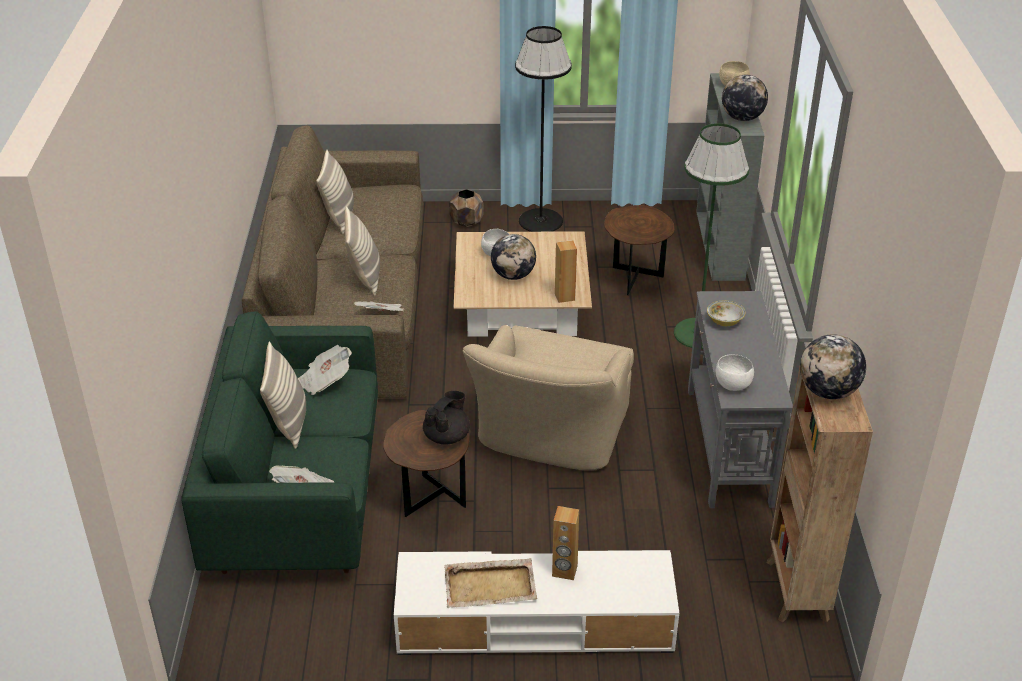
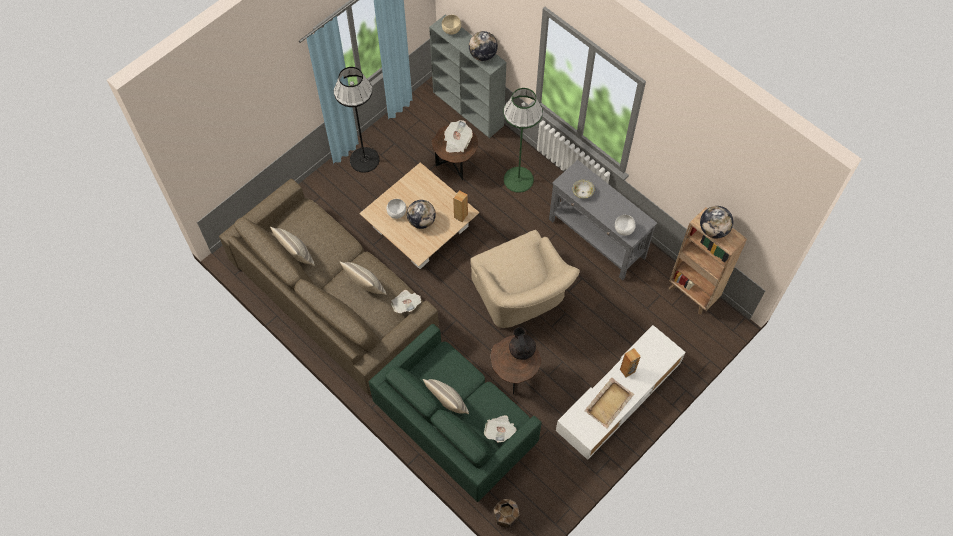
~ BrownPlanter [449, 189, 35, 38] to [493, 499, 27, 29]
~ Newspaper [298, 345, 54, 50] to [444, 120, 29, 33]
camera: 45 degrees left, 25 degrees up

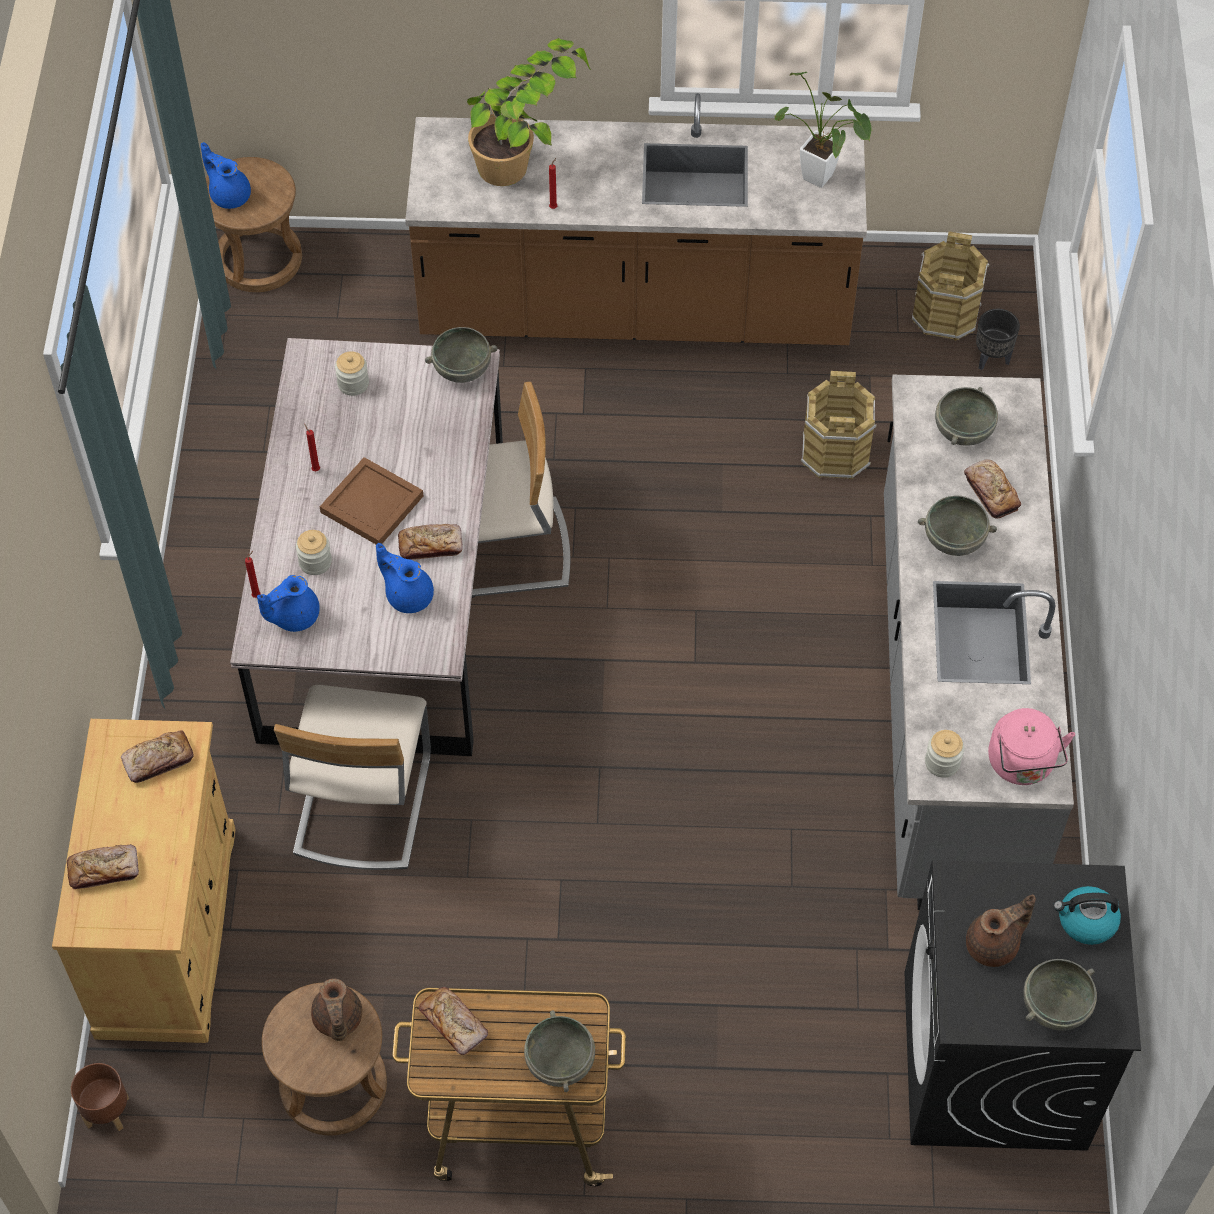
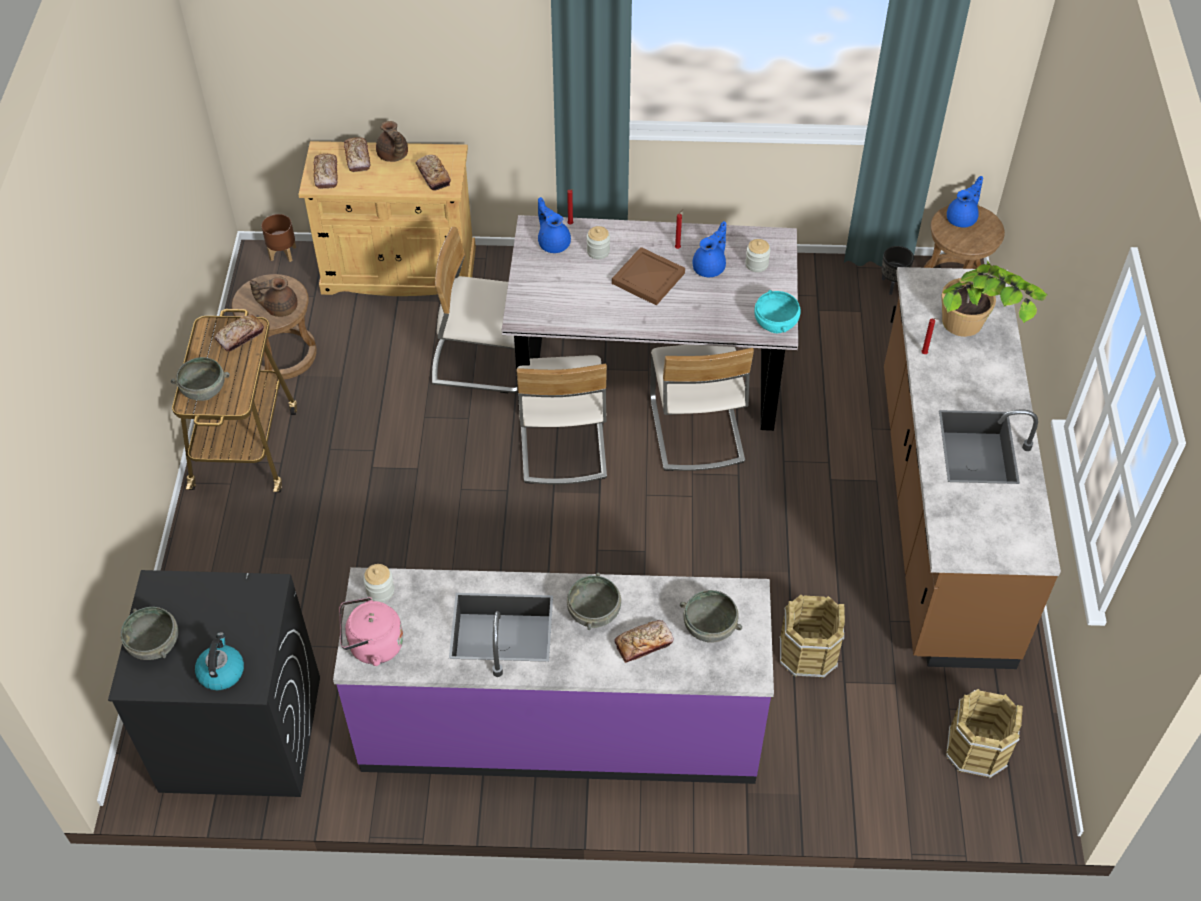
- PottedPlant [775, 72, 97, 116]
~ BlackPlanter [976, 309, 44, 61] to [881, 246, 33, 49]
~ GreyBowl [425, 327, 73, 56] to TurquoiseBowl [754, 290, 47, 43]
~ GreyCounter [884, 375, 190, 535] to PurpleCounter [333, 567, 441, 217]
~ Bread [398, 524, 65, 36] to [314, 154, 24, 35]
~ BlueTeapot [376, 543, 58, 70] to [692, 221, 34, 56]
~ BrownTeapot [966, 895, 70, 72] to [376, 121, 32, 41]
+ BeigeChair [516, 355, 91, 129]
camera: 90 degrees right, 5 degrees down

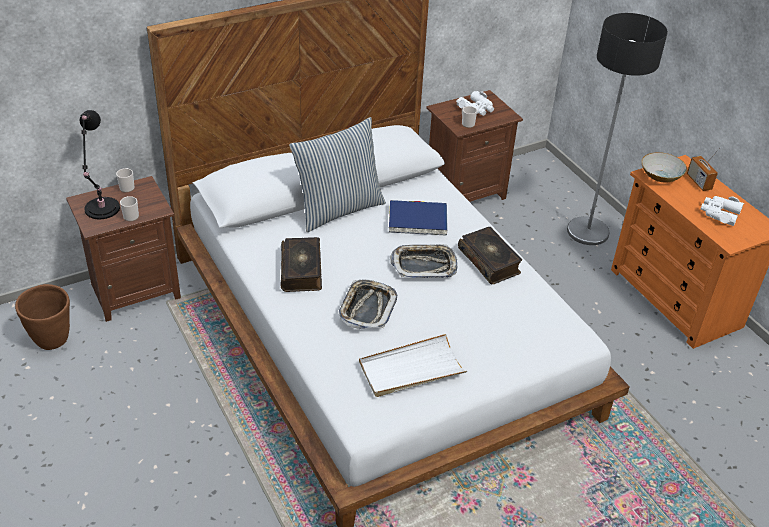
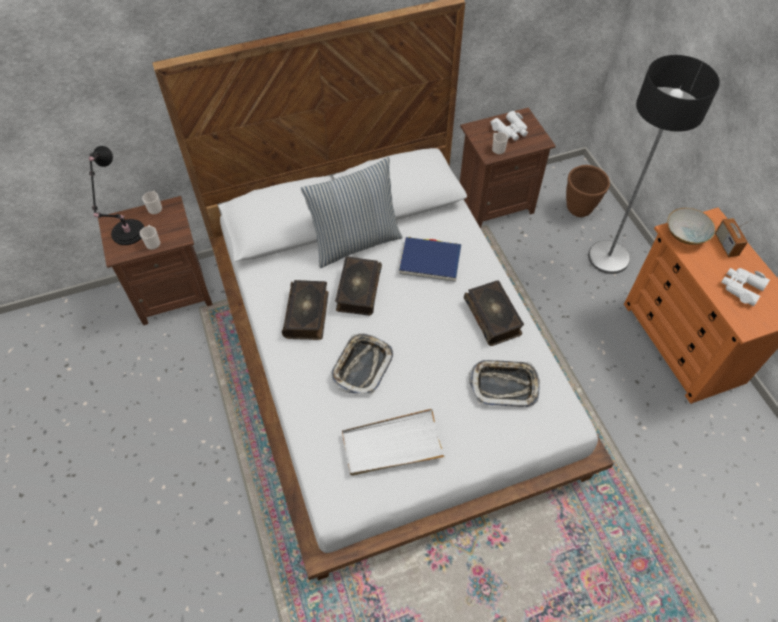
~ Tray [390, 244, 67, 34] to [469, 360, 71, 47]
~ BrownPlanter [15, 284, 55, 66] to [566, 165, 44, 52]
+ Book [335, 256, 47, 60]
camera: 10 degrees right, 15 degrees up

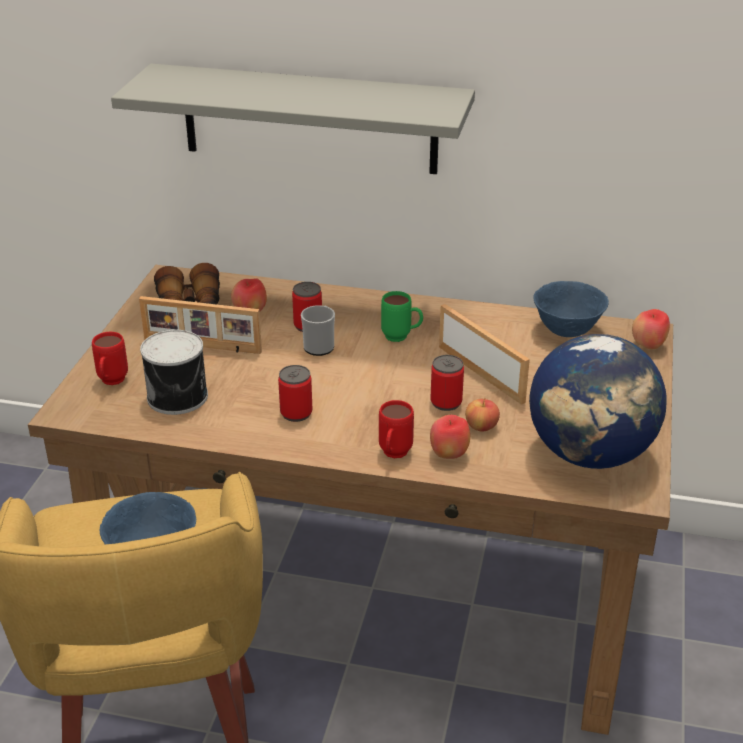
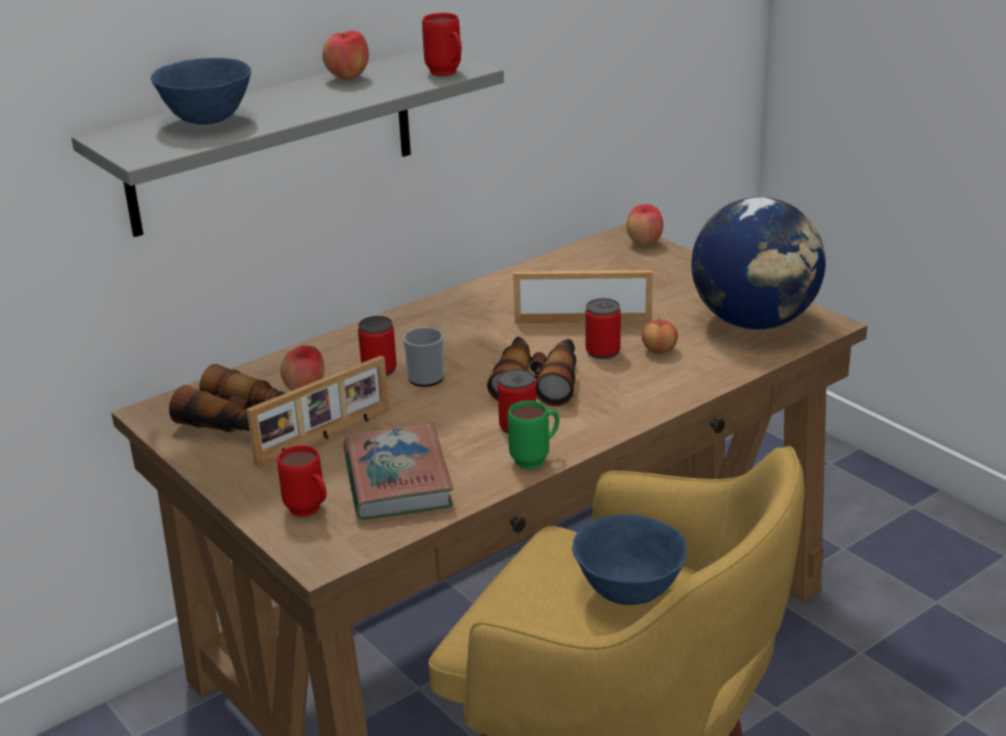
~ BlueBowl [534, 281, 75, 56] to [151, 58, 100, 67]
~ GreenMug [381, 291, 42, 51] to [508, 400, 51, 69]
~ Can [140, 330, 68, 85] to Book [343, 424, 110, 96]
~ RedMug [379, 400, 35, 58] to [422, 13, 40, 63]
~ Apple [430, 415, 40, 44] to [322, 30, 47, 50]
+ Binoculars [487, 337, 89, 70]
camera: 50 degrees left, 5 degrees down

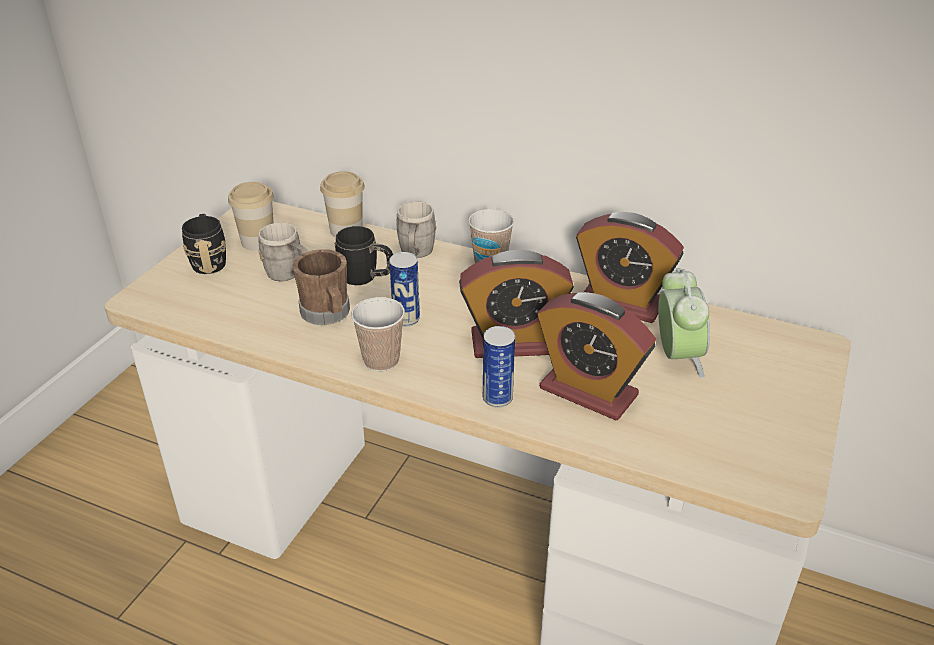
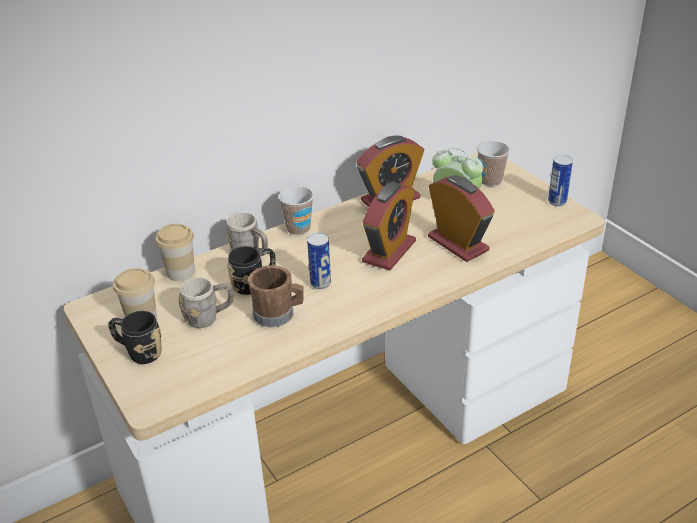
~ AlarmClock [537, 292, 119, 129] = [428, 175, 67, 87] 105 degrees counterclockwise
~ Cup [351, 297, 54, 74] to [477, 141, 33, 46]
~ Can [483, 326, 32, 82] to [548, 155, 25, 51]
camera: 55 degrees left, 0 degrees up

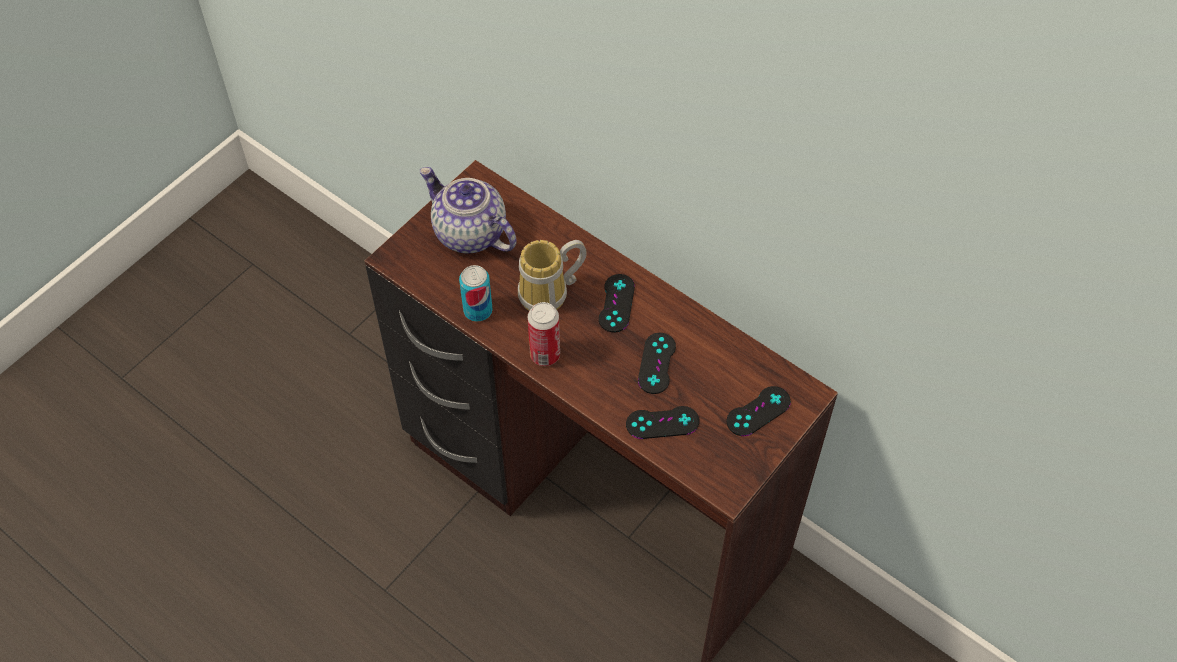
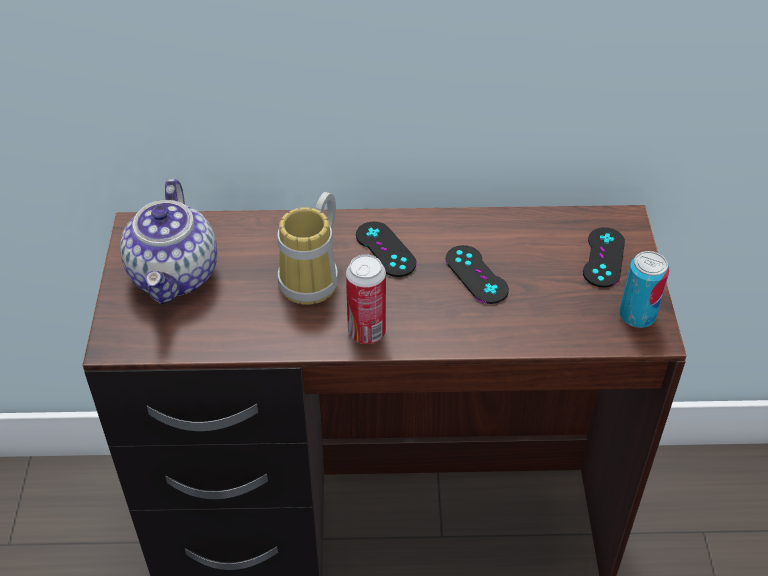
~ Teapot [420, 167, 97, 87] = [120, 179, 97, 125] 90 degrees counterclockwise
~ Can [459, 265, 34, 57] to [619, 251, 50, 77]
- BlackGameController [626, 406, 73, 33]
camera: 40 degrees left, 10 degrees down

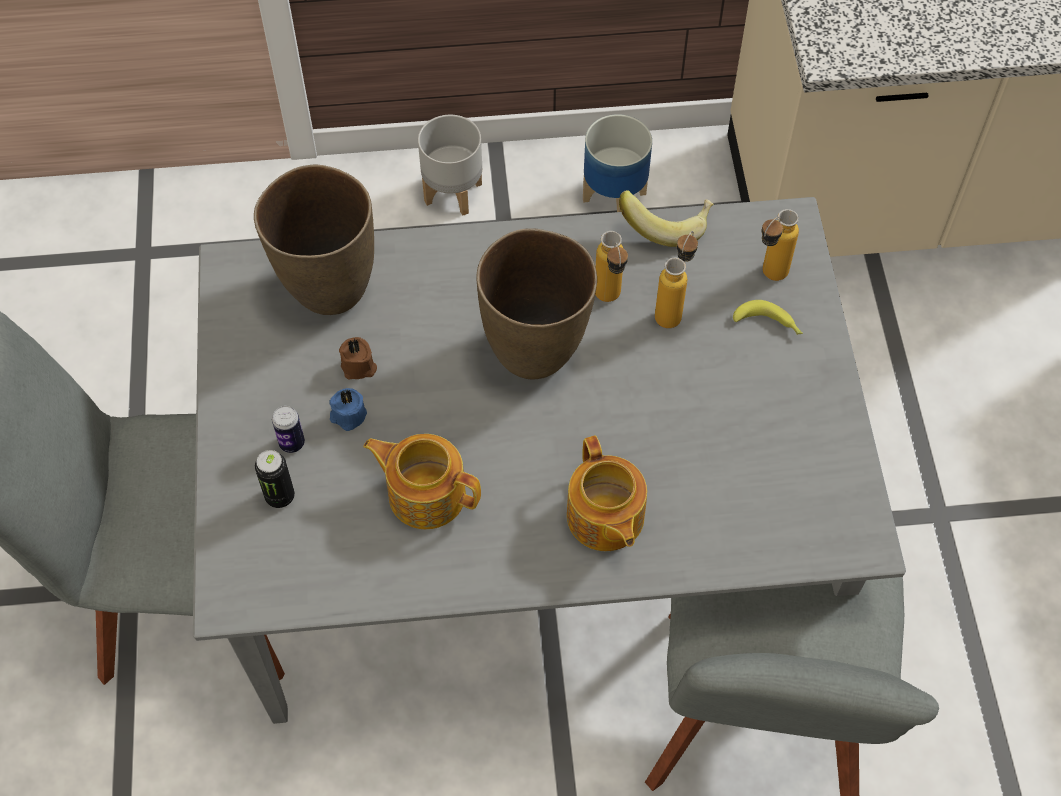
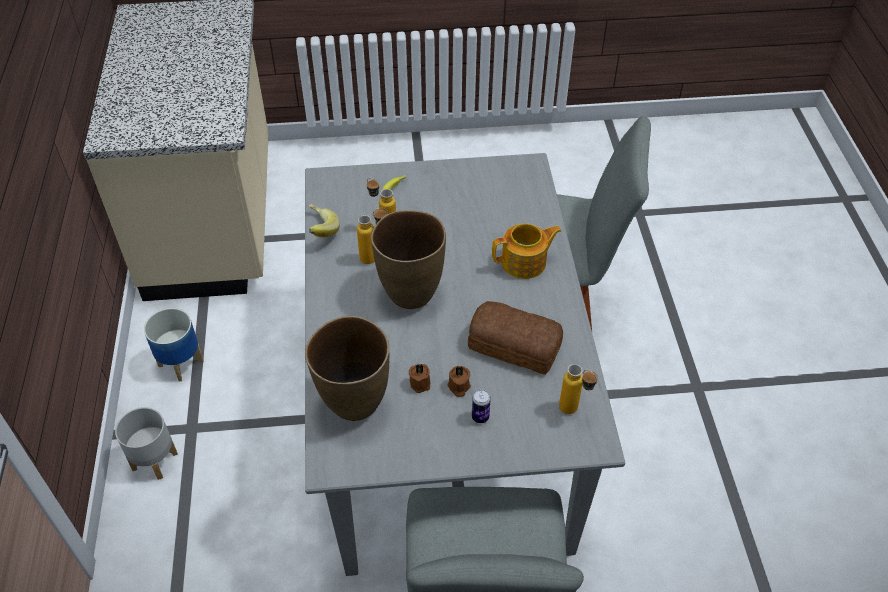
~ Bottle [761, 209, 38, 72] to [559, 364, 39, 50]
~ BlueCandle [329, 388, 38, 43] to BrownCandle [447, 366, 24, 31]
~ Teapot [363, 434, 118, 95] to Bread [468, 301, 95, 74]
- Can [255, 450, 40, 58]
camera: 90 degrees left, 10 degrees down

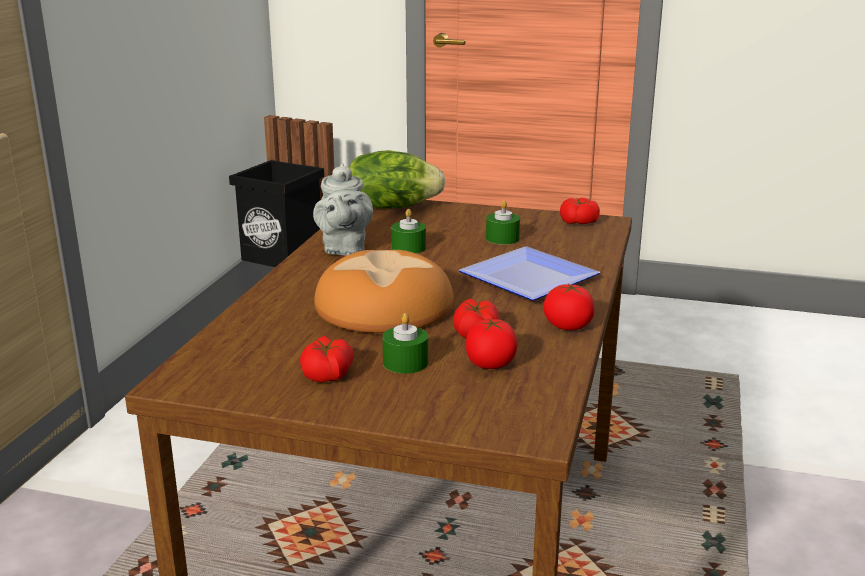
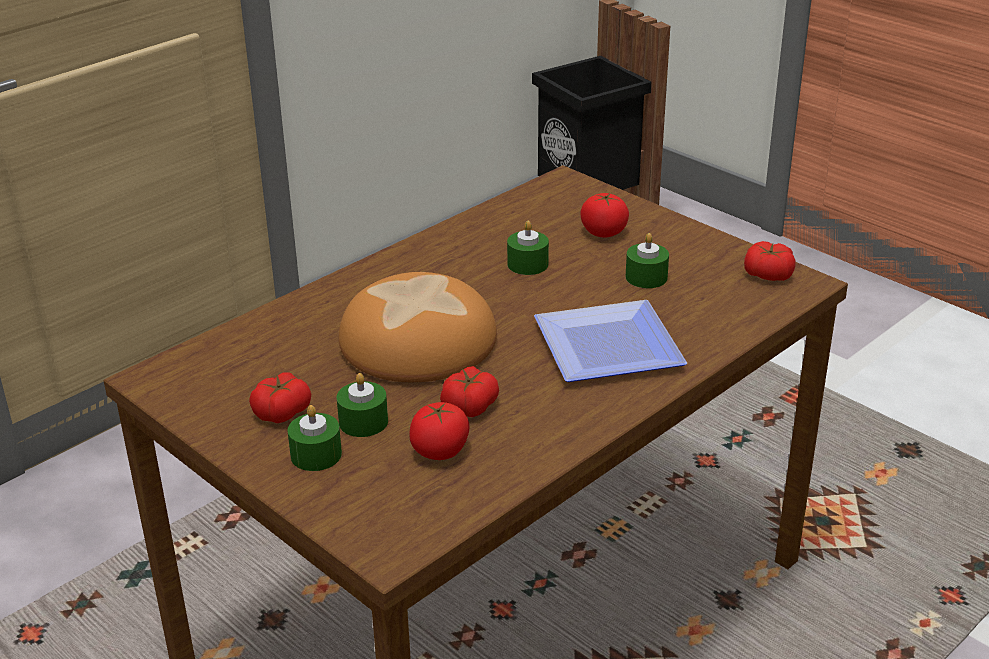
- Lettuce [349, 150, 97, 59]
- GreyTeapot [313, 163, 60, 93]
~ Tomato [543, 284, 52, 46] to [581, 193, 48, 45]
+ GreenCandle [288, 405, 54, 66]
camera: 30 degrees right, 10 degrees up

